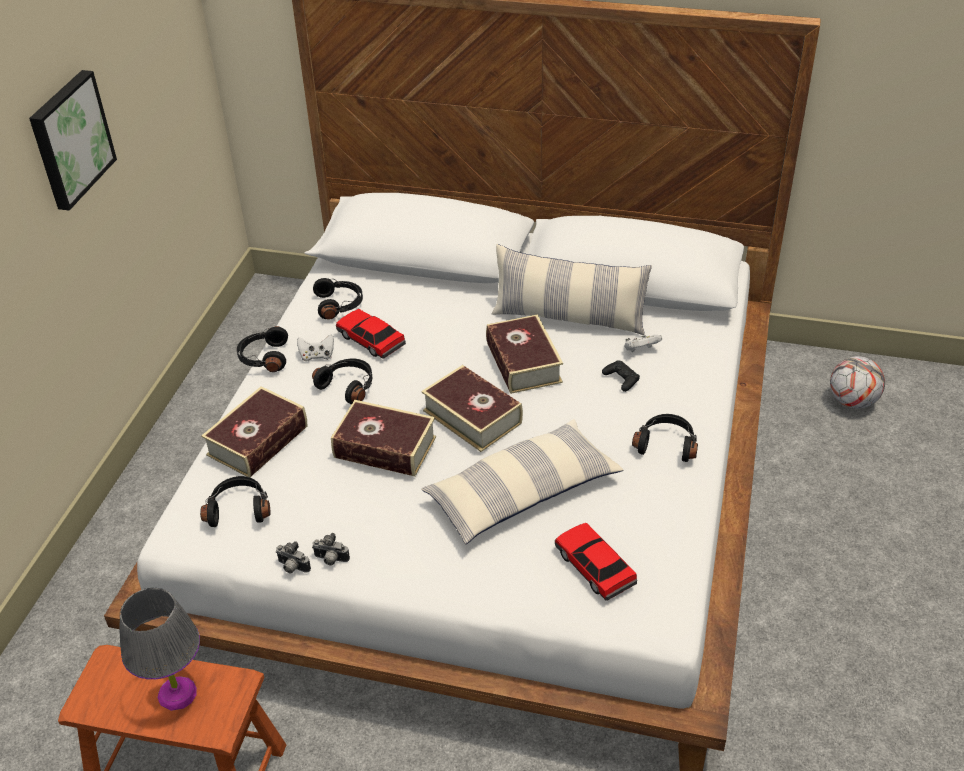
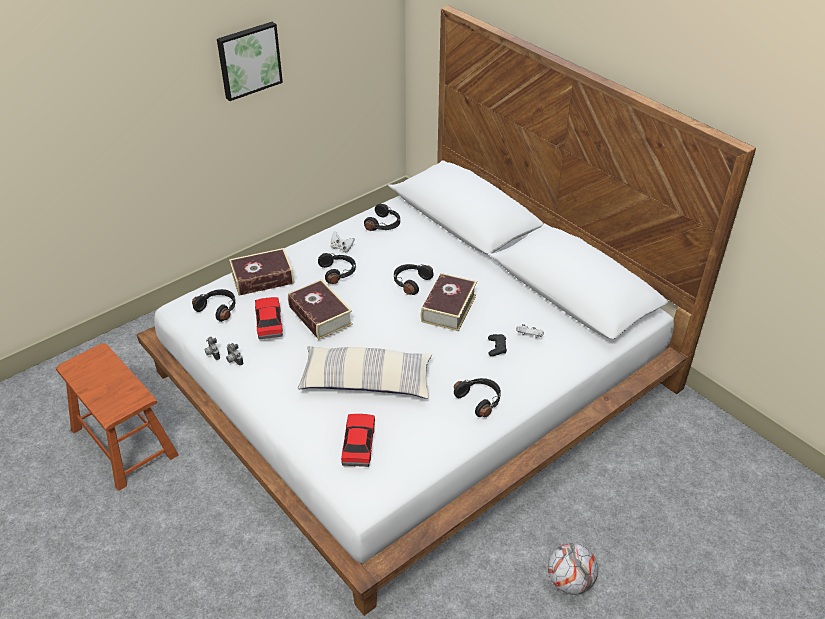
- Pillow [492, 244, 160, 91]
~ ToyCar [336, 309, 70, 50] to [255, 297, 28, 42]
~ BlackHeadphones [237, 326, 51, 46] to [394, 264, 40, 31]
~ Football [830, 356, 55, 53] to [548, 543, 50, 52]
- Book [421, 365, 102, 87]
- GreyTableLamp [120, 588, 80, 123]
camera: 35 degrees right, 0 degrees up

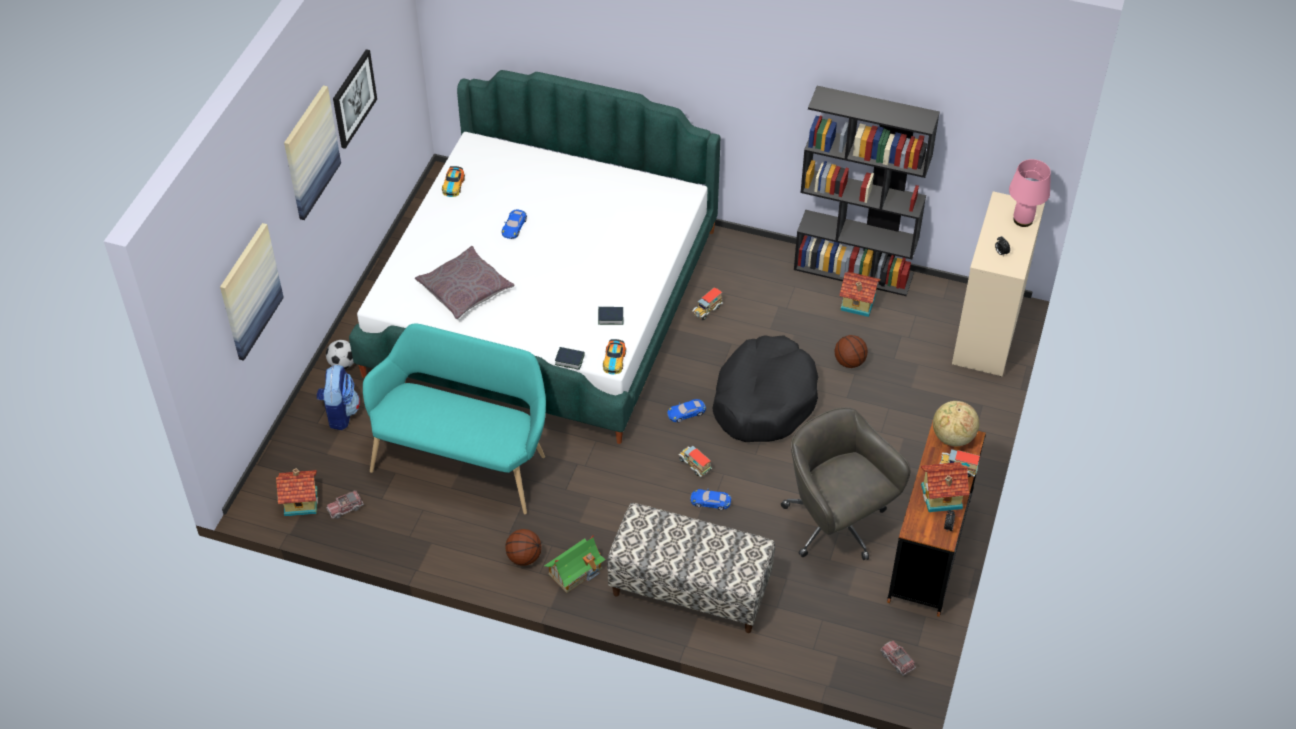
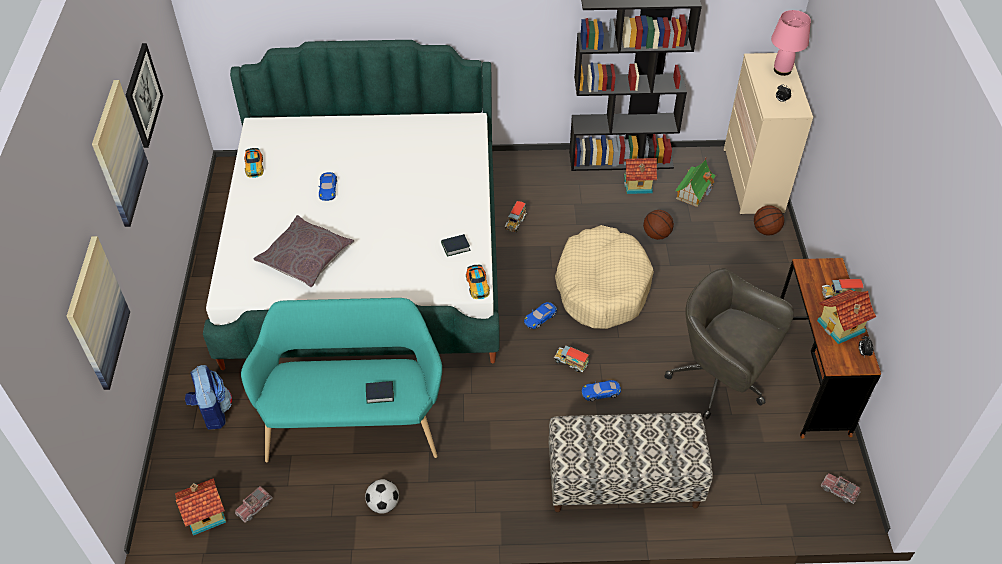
~ BlackDogBed [713, 335, 105, 107] to BeigeDogBed [555, 225, 99, 104]
~ Football [326, 340, 28, 29] to [365, 479, 34, 35]
~ Book [555, 347, 30, 23] to [366, 381, 28, 23]
- Globe [933, 401, 46, 45]
~ Basketball [505, 529, 36, 37] to [754, 205, 30, 30]
~ ToyHouse [544, 535, 62, 58] to [675, 158, 41, 49]
camera: 20 degrees left, 0 degrees up

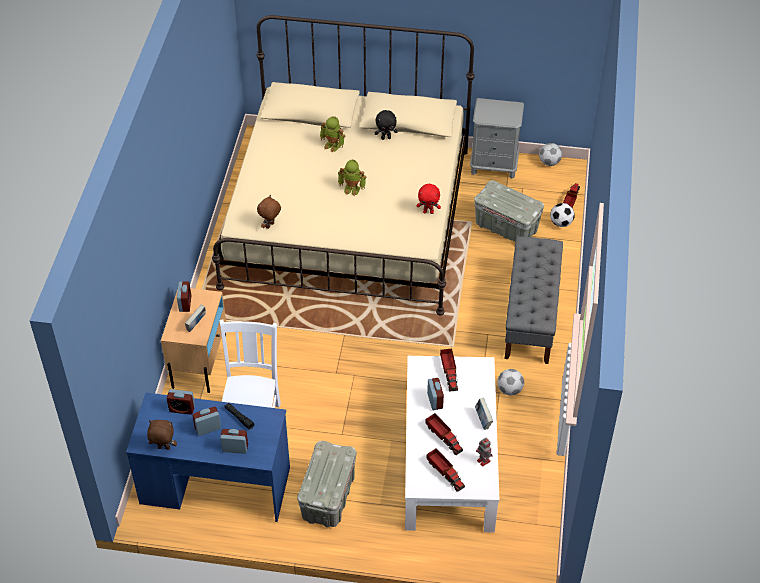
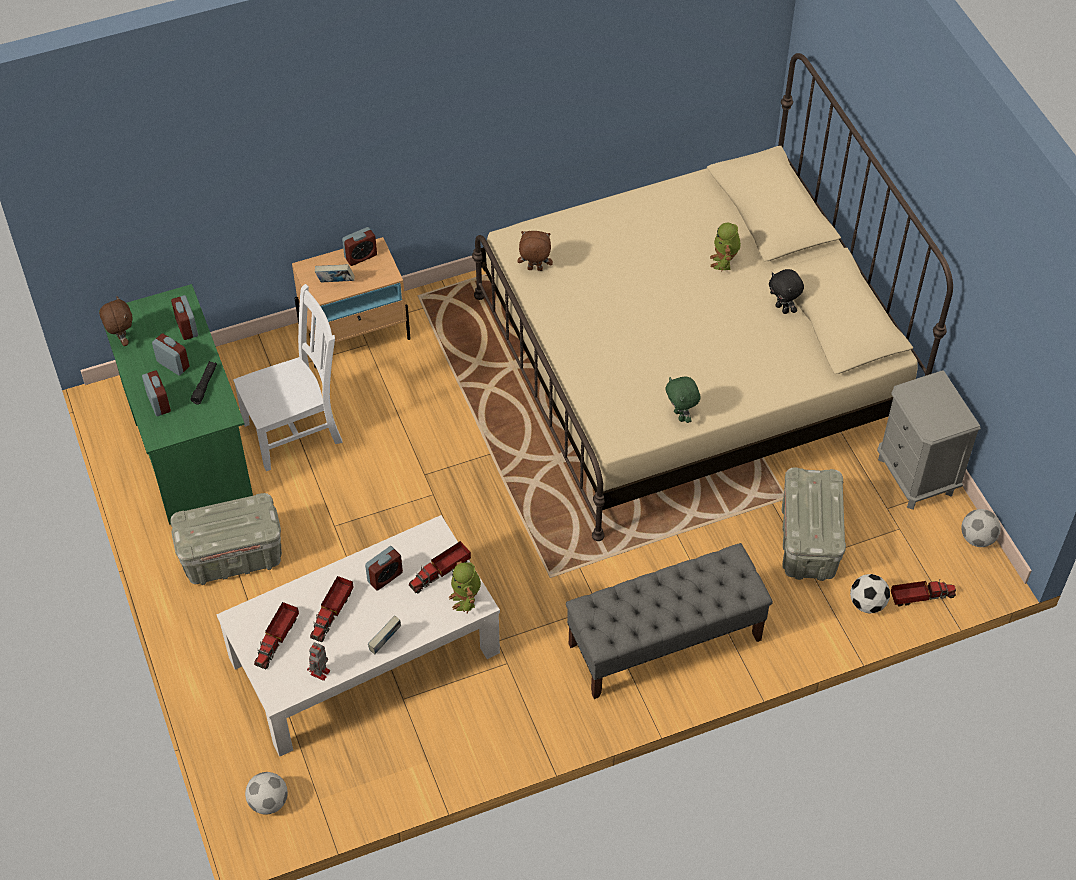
~ ToyRobot [338, 159, 28, 37] to [449, 561, 32, 53]
~ RedPlushToy [417, 184, 24, 30] to GreenPlushToy [665, 377, 35, 46]
~ Football [498, 369, 26, 26] to [245, 772, 43, 43]
~ BlueDesk [126, 392, 164, 130] to GreenDesk [99, 284, 154, 241]
camera: 60 degrees right, 5 degrees up

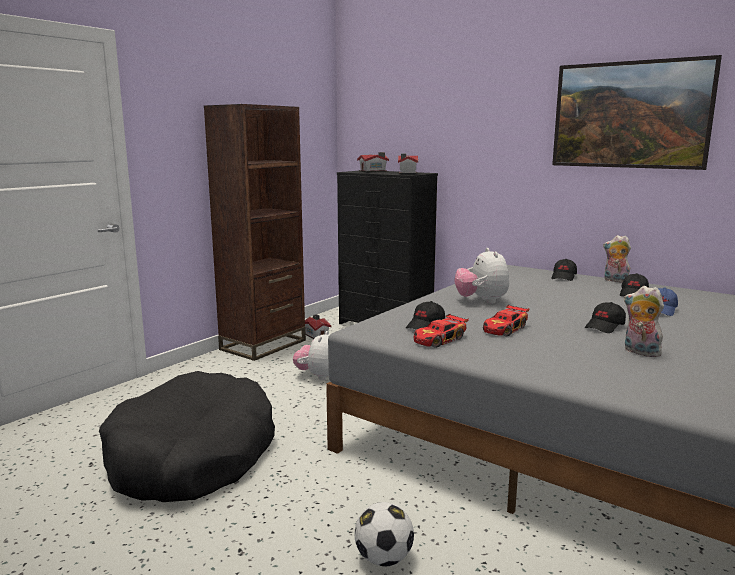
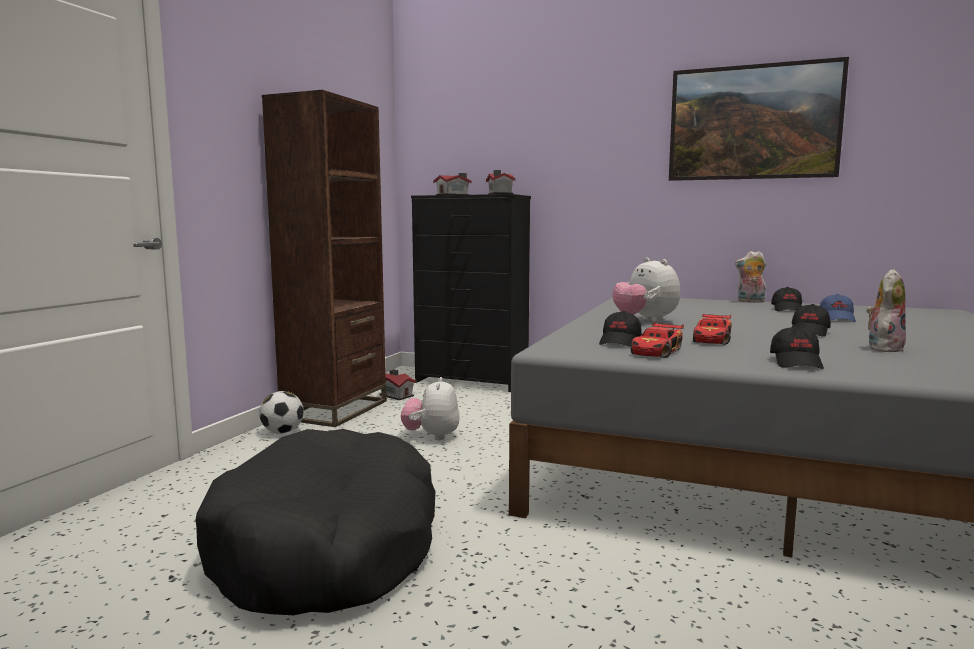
~ BlackCap [551, 259, 26, 22] to [770, 326, 54, 43]
~ PlushToy [624, 286, 40, 71] = [866, 269, 40, 83] 105 degrees clockwise
~ Football [355, 502, 59, 65] to [259, 391, 45, 43]
camera: 15 degrees left, 5 degrees down

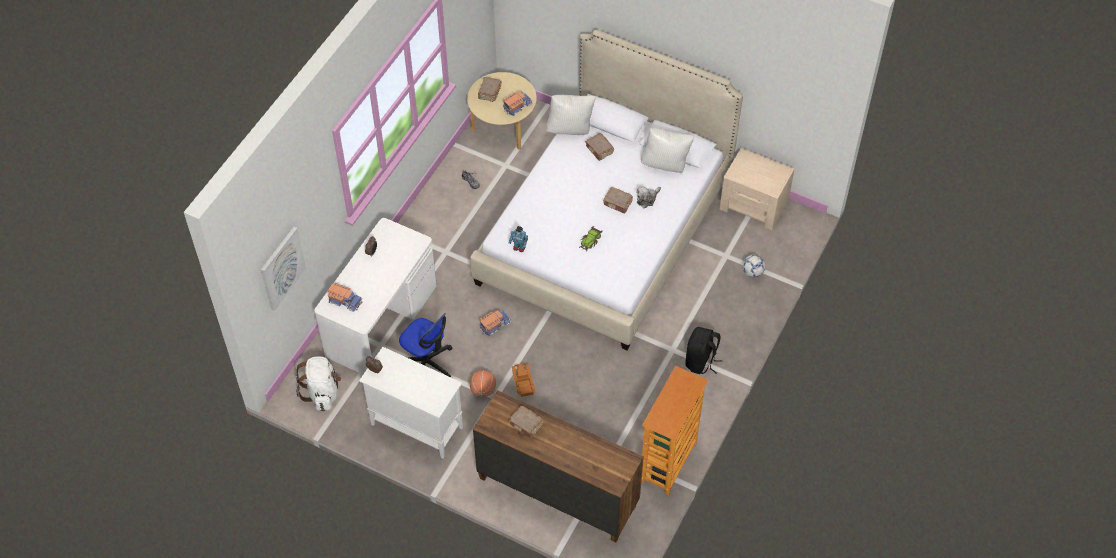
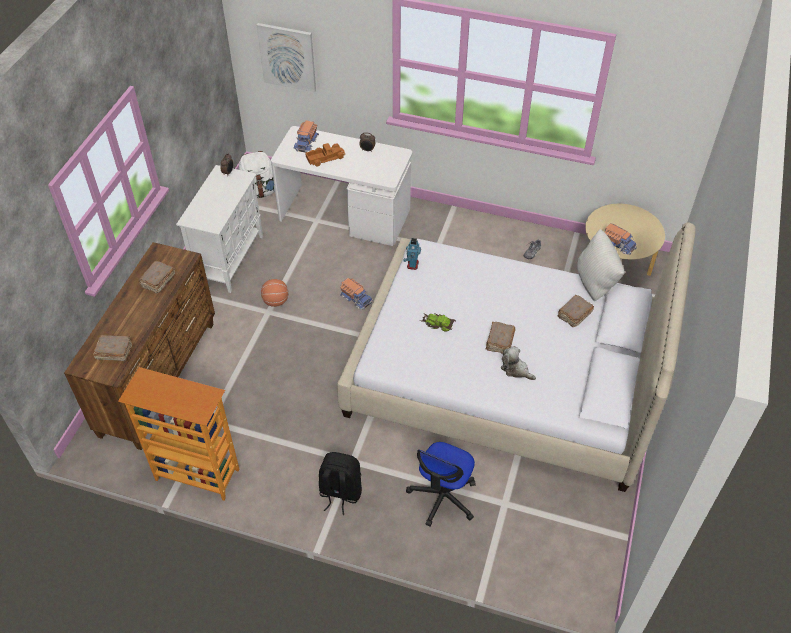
~ BrownBook [478, 77, 24, 25] to [93, 335, 39, 26]
- WhitePillow [641, 128, 54, 45]
- BeigeNightstand [719, 148, 75, 82]
- Football [742, 255, 23, 22]
~ OfficeChair [399, 313, 54, 64] to [406, 442, 70, 85]
~ ToyTruck [512, 363, 23, 34] to [305, 143, 40, 24]
camera: 80 degrees right, 5 degrees down

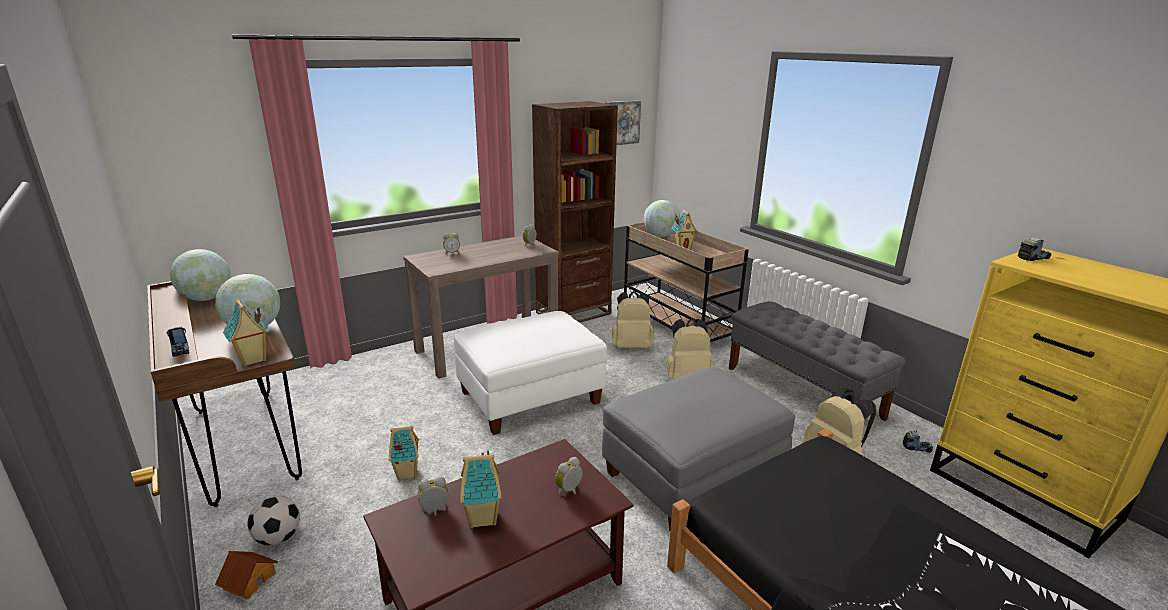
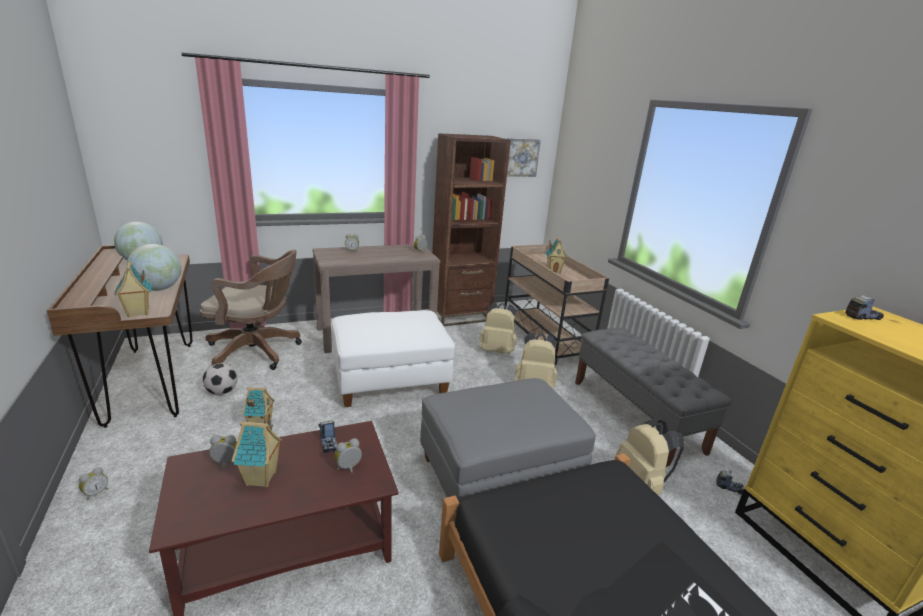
- Globe [644, 200, 36, 37]
~ ToyTruck [166, 327, 23, 30] to [319, 420, 19, 33]
~ Football [247, 496, 53, 50] to [203, 363, 35, 32]
~ ToyHouse [215, 551, 63, 49] to AlarmClock [79, 467, 29, 33]
+ BrownOfficeChair [200, 250, 102, 120]
camera: 10 degrees right, 0 degrees up

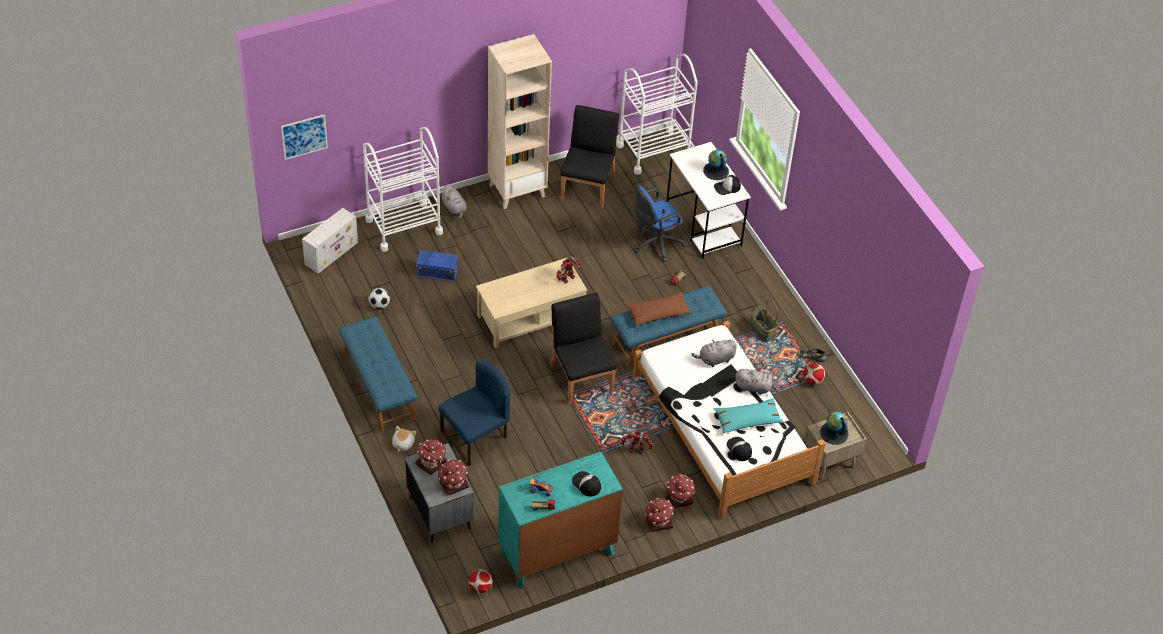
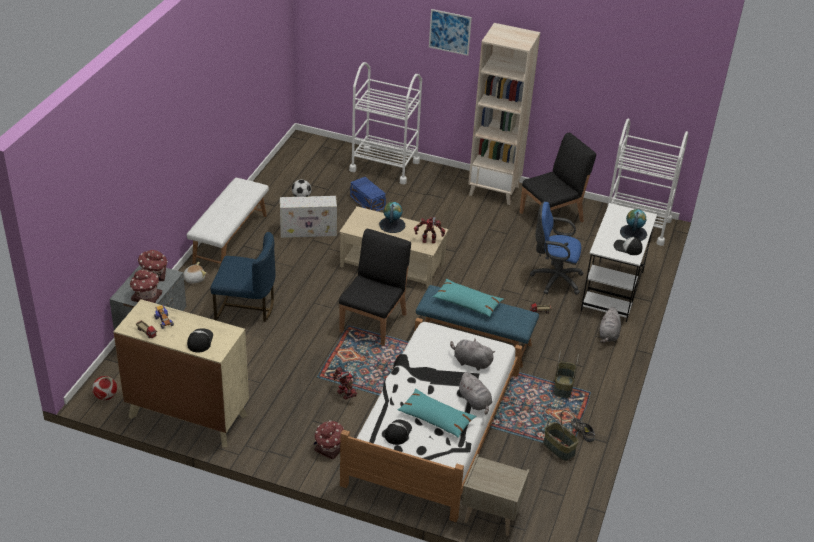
~ Picture [281, 114, 47, 46] to [429, 9, 43, 47]
~ GreyPlushToy [441, 185, 26, 34] to [600, 307, 21, 36]
~ WhiteStorageBox [302, 208, 56, 65] to [280, 196, 57, 42]
~ BrownPillow [625, 292, 66, 34] to TurquoisePillow [433, 279, 71, 38]
~ BlueBench [339, 317, 78, 115] to WhiteBench [187, 178, 82, 86]
~ Football [803, 363, 22, 22] to Basket [543, 410, 36, 51]
~ Globe [820, 412, 29, 33] to [379, 202, 26, 31]
~ TurquoiseDresser [498, 452, 125, 137] to BeigeDresser [113, 299, 136, 149]
- ToyHouse [645, 498, 29, 34]
camera: 45 degrees right, 10 degrees down

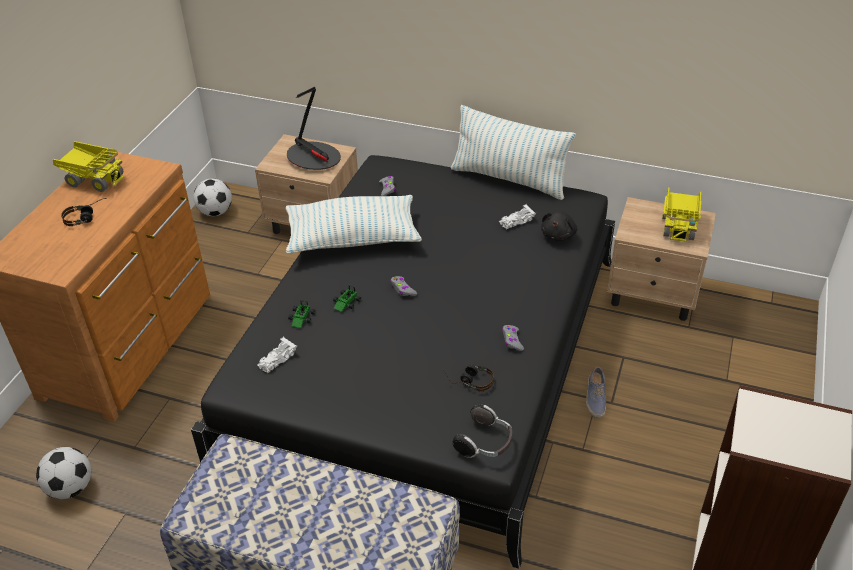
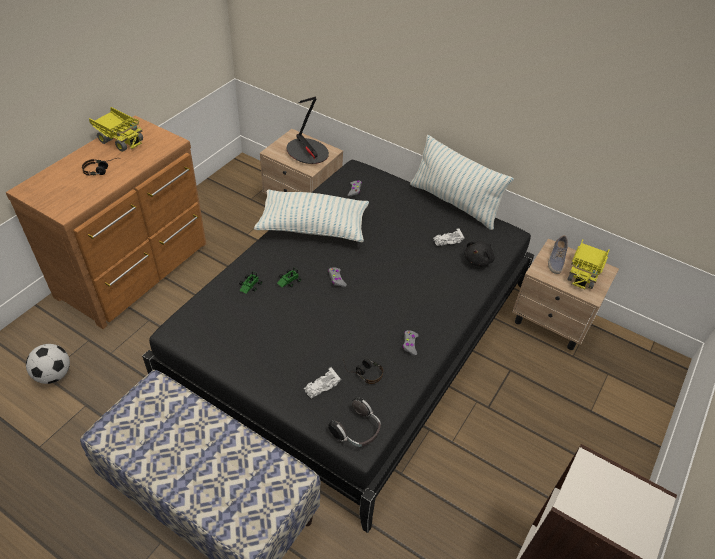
- Football [193, 179, 39, 37]
~ WhiteToyCar [257, 336, 40, 38] to [304, 367, 38, 32]
~ Shoe [586, 367, 20, 51] to [548, 235, 20, 39]
camera: 10 degrees right, 5 degrees up

